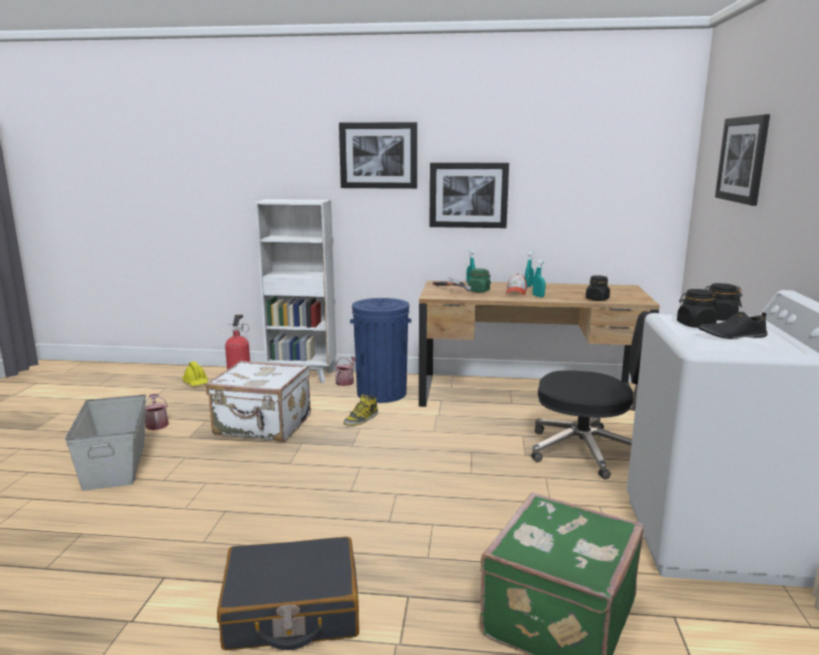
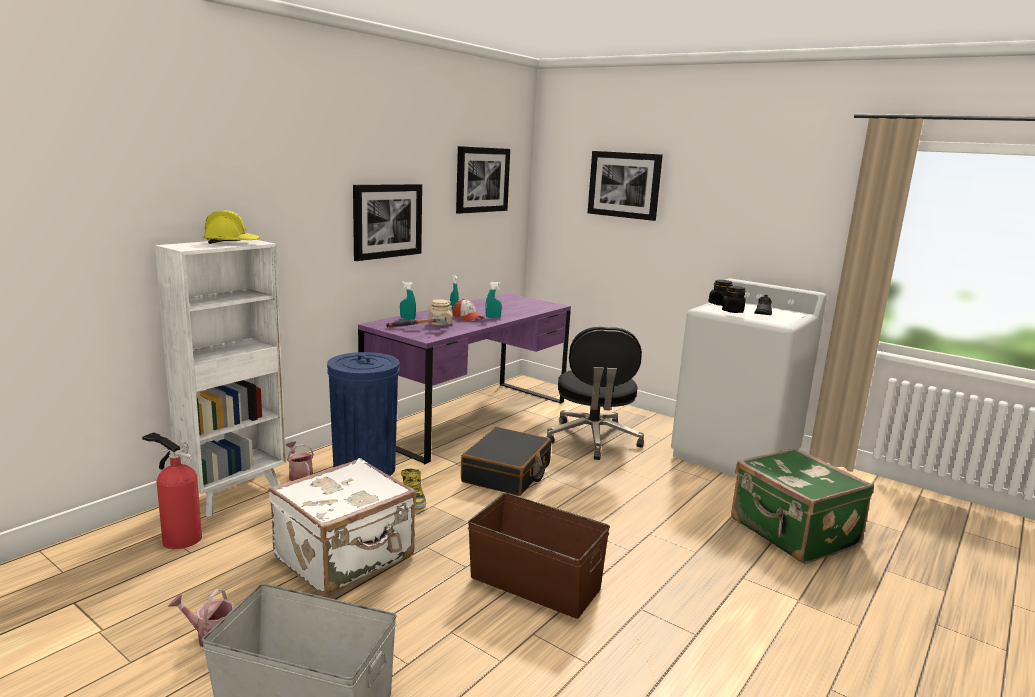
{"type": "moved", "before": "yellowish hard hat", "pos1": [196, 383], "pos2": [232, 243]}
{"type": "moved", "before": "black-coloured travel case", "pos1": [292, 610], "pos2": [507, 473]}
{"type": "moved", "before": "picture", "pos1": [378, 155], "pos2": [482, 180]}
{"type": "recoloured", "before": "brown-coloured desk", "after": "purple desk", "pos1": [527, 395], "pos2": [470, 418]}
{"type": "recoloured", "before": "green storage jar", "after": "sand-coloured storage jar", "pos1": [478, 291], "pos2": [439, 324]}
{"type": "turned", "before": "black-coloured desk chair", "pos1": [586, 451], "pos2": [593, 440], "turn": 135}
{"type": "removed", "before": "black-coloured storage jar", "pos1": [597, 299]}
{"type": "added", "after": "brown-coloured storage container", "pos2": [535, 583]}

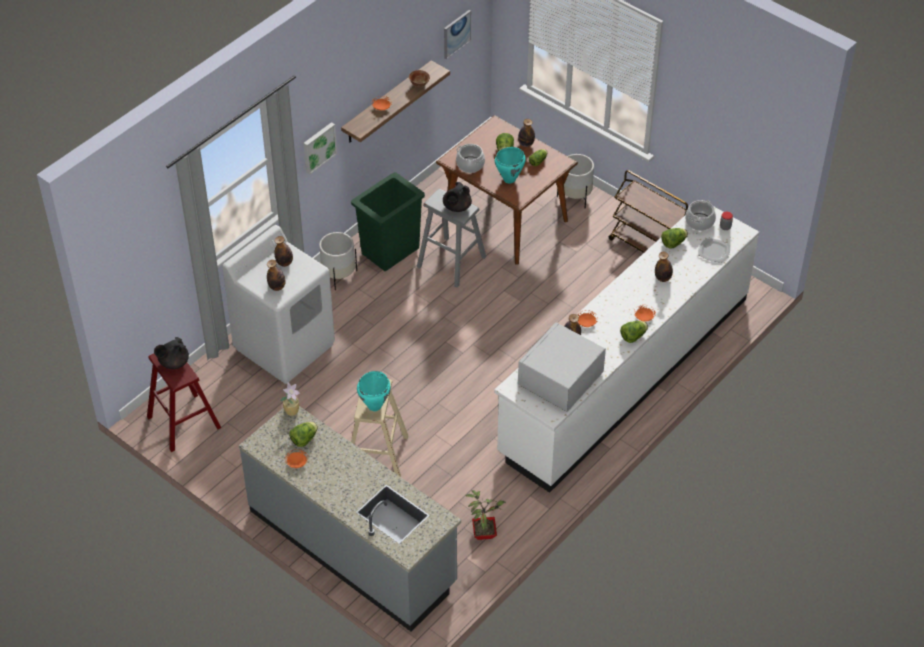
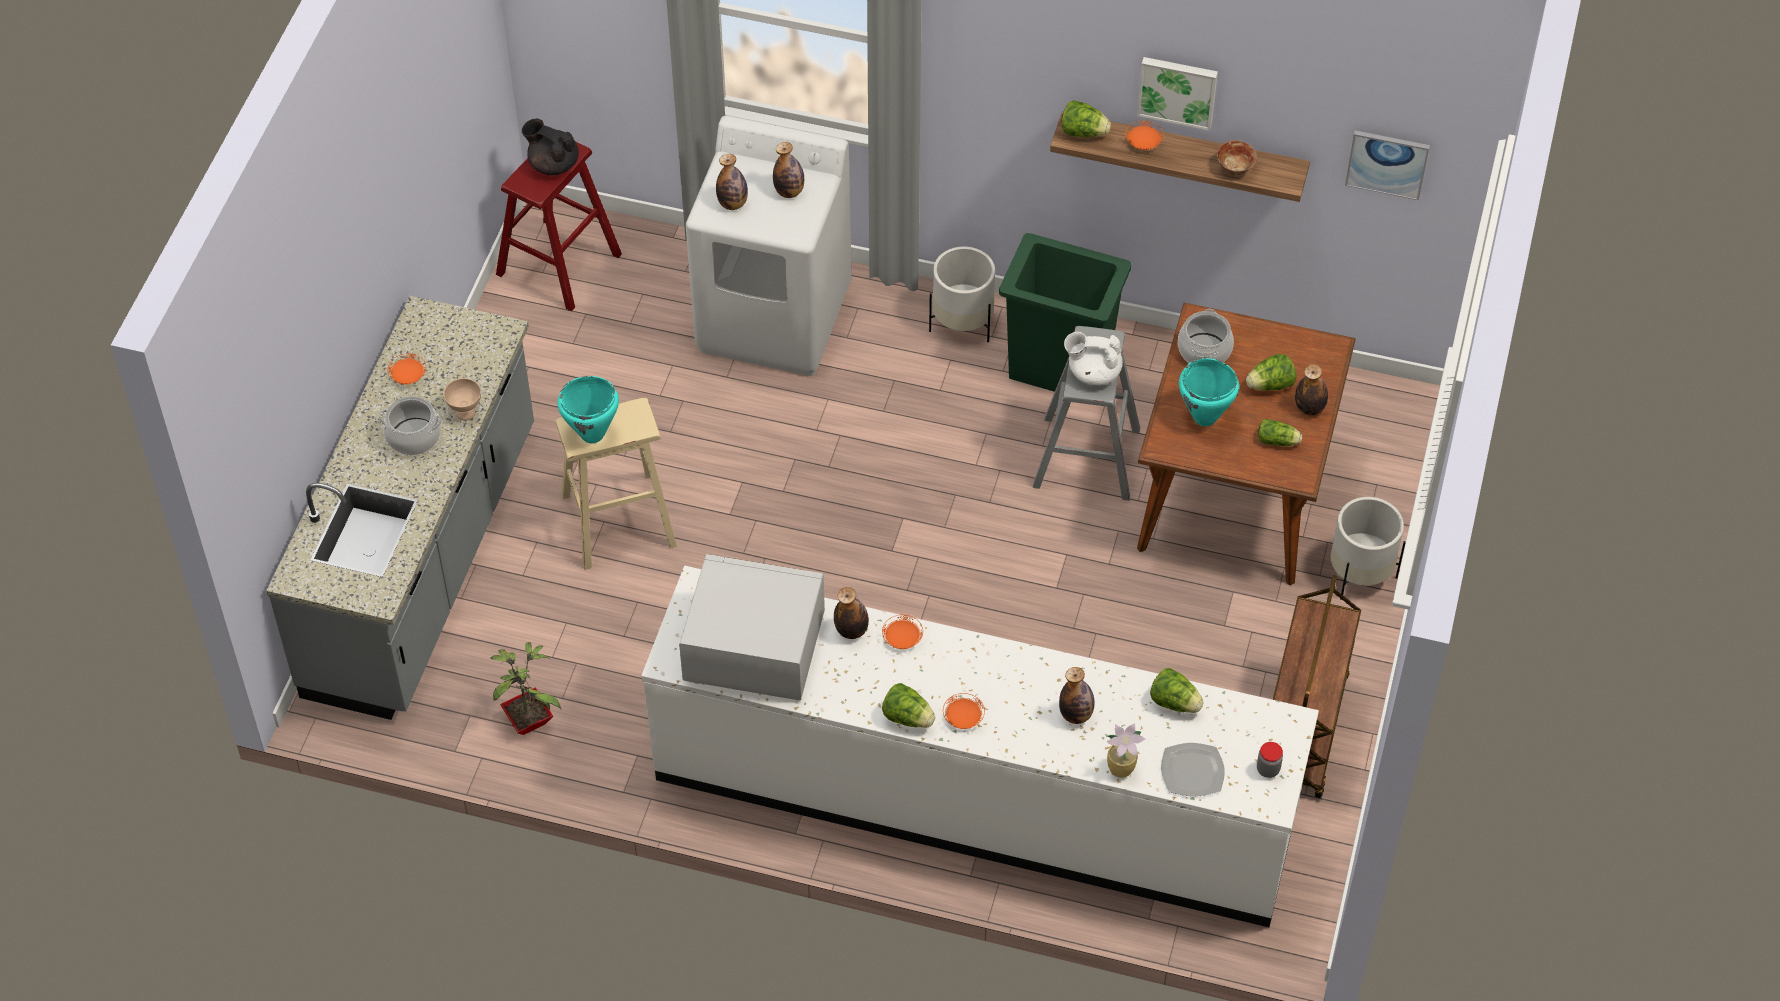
{"type": "moved", "before": "plant in a pot", "pos1": [292, 410], "pos2": [1122, 769]}
{"type": "moved", "before": "head of lettuce", "pos1": [304, 439], "pos2": [1083, 132]}
{"type": "moved", "before": "picture", "pos1": [318, 147], "pos2": [1177, 90]}
{"type": "recoloured", "before": "black-coloured pot for tea", "after": "whitish pot for tea", "pos1": [456, 207], "pos2": [1093, 372]}
{"type": "moved", "before": "saucepot", "pos1": [699, 222], "pos2": [413, 437]}
{"type": "added", "after": "sand-coloured serving bowl", "pos2": [465, 413]}

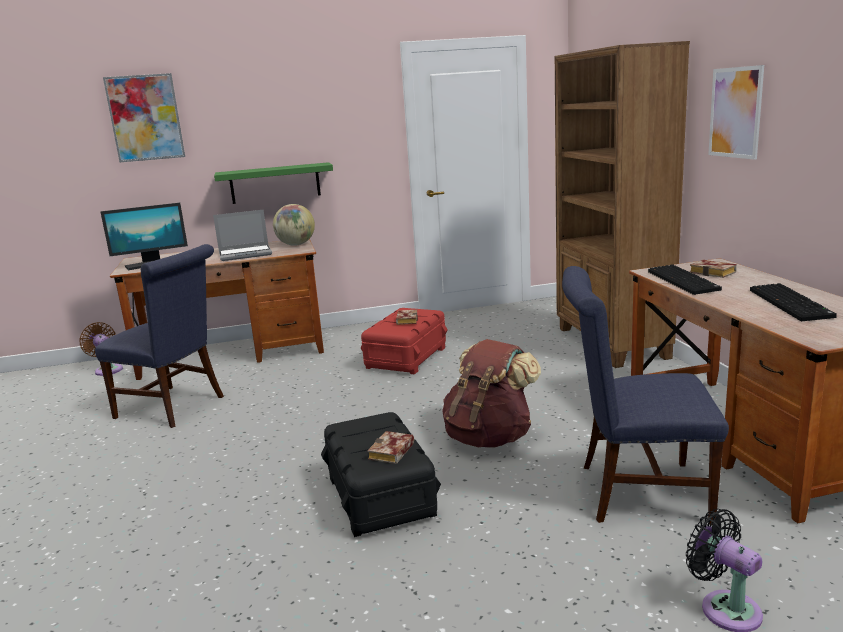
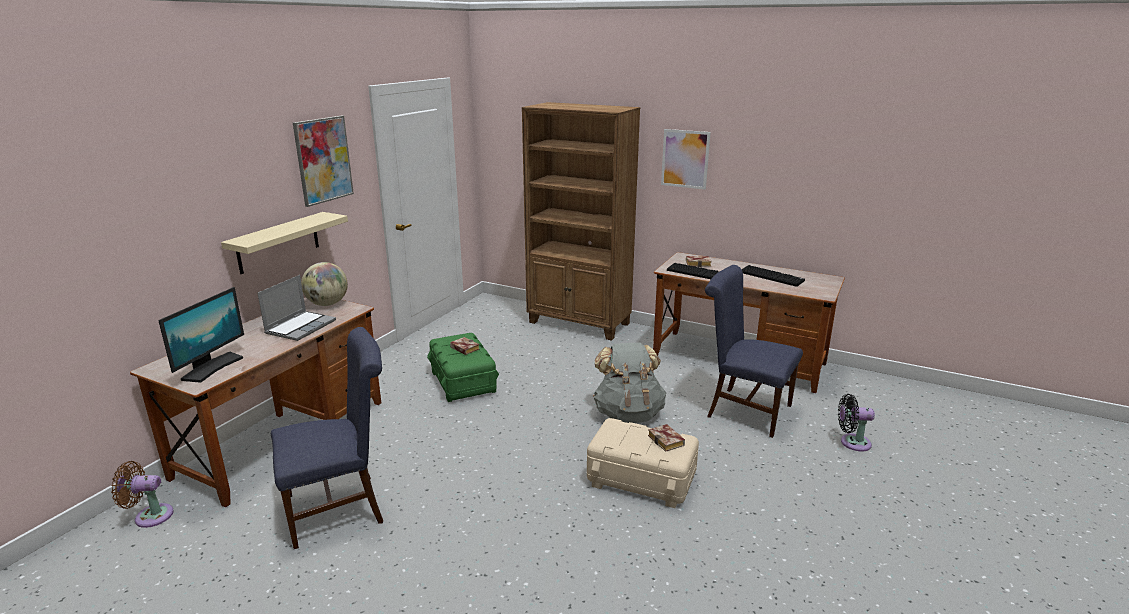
{"type": "moved", "before": "picture", "pos1": [145, 118], "pos2": [323, 160]}
{"type": "recoloured", "before": "green bracket shelf", "after": "sand-coloured bracket shelf", "pos1": [275, 183], "pos2": [278, 242]}
{"type": "recoloured", "before": "black-coloured storage container", "after": "sand-coloured storage container", "pos1": [381, 496], "pos2": [641, 478]}
{"type": "recoloured", "before": "reddish storage container", "after": "green storage container", "pos1": [406, 357], "pos2": [462, 381]}
{"type": "recoloured", "before": "brown-coloured backpack", "after": "grey backpack", "pos1": [489, 437], "pos2": [628, 414]}
{"type": "turned", "before": "bluish upright chair", "pos1": [634, 492], "pos2": [743, 410], "turn": 75}

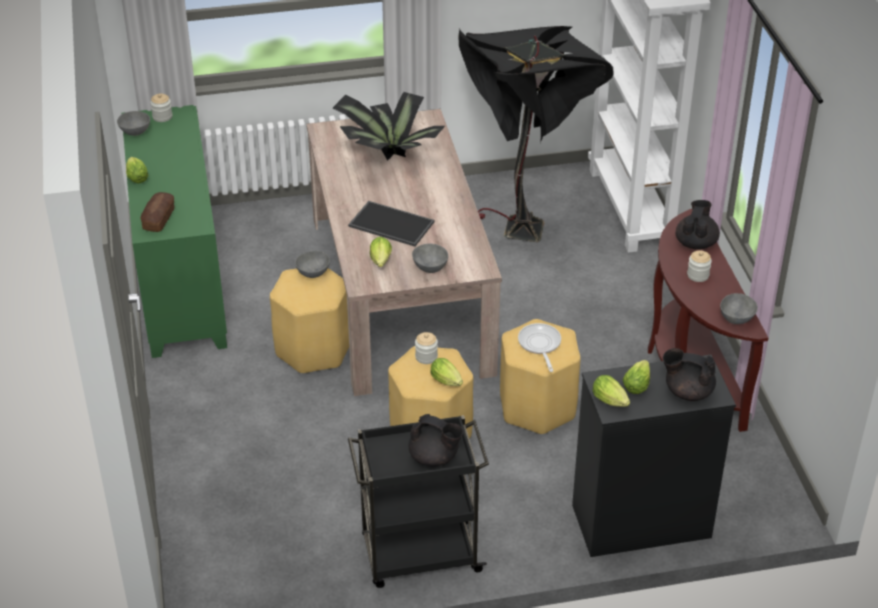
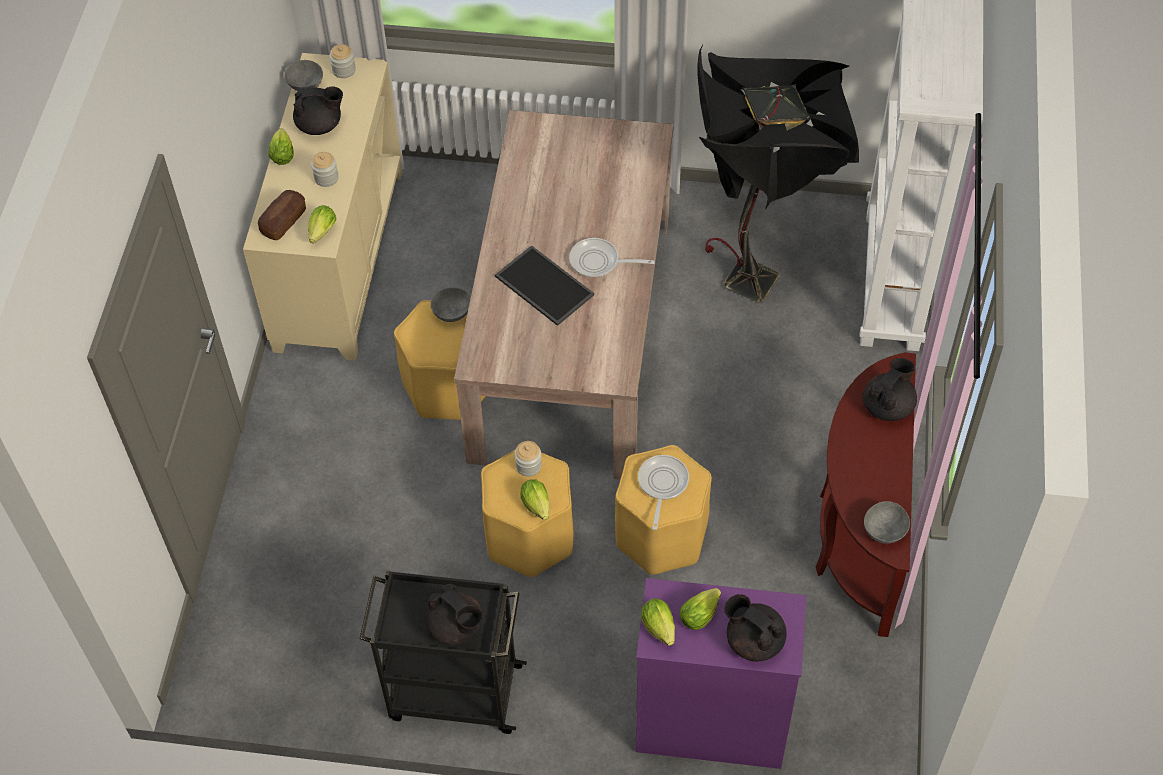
{"type": "recoloured", "before": "green cupboard", "after": "sand-coloured cupboard", "pos1": [180, 283], "pos2": [338, 258]}
{"type": "removed", "before": "plant in a pot", "pos1": [386, 155]}
{"type": "moved", "before": "head of lettuce", "pos1": [380, 262], "pos2": [321, 233]}
{"type": "removed", "before": "grey serving bowl", "pos1": [430, 267]}
{"type": "recoloured", "before": "black-coloured dresser", "after": "purple dresser", "pos1": [640, 522], "pos2": [710, 723]}
{"type": "moved", "before": "storage jar", "pos1": [698, 275], "pos2": [326, 178]}
{"type": "added", "after": "black-coloured pot for tea", "pos2": [320, 125]}
{"type": "added", "after": "skillet", "pos2": [599, 262]}

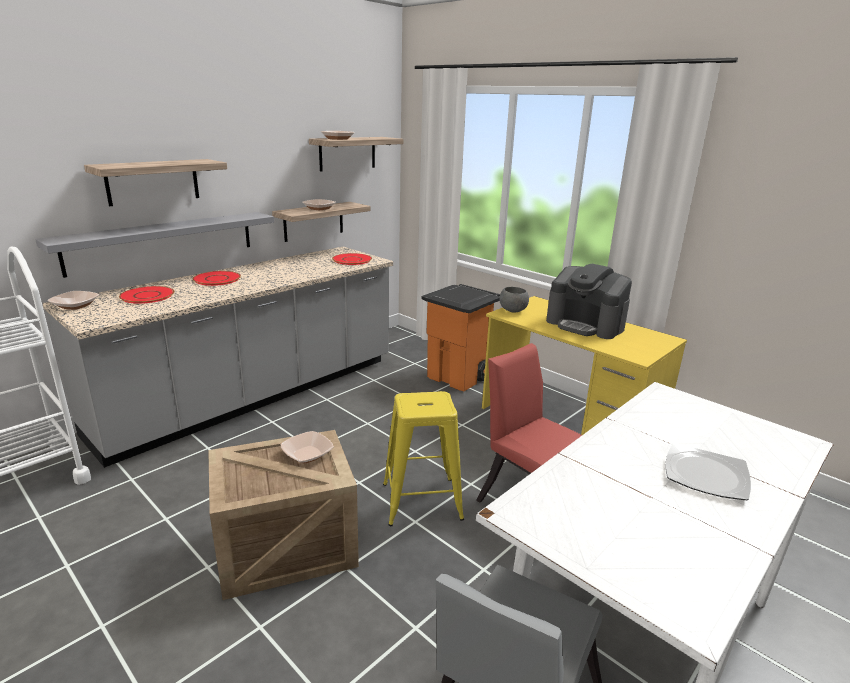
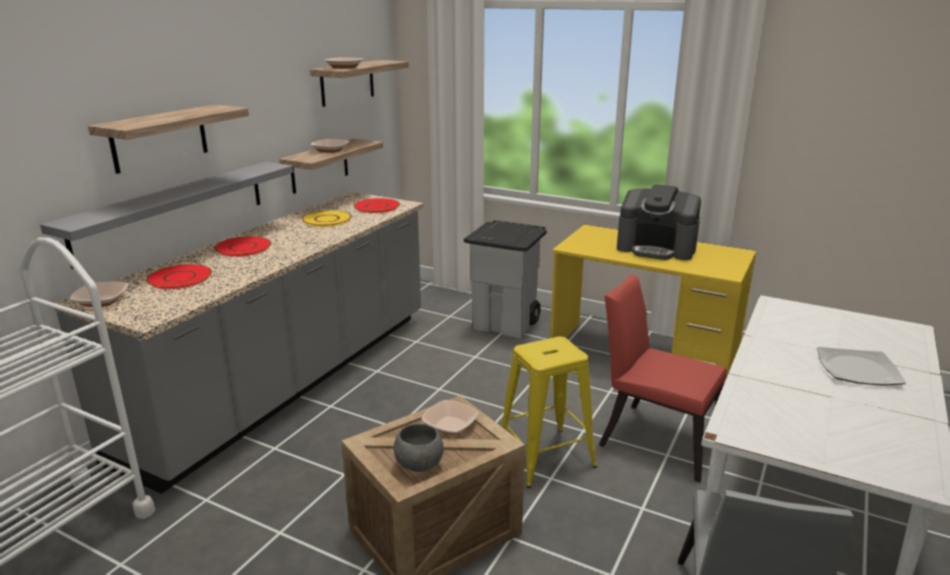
{"type": "recoloured", "before": "orangey trash can", "after": "grey trash can", "pos1": [459, 377], "pos2": [506, 324]}
{"type": "moved", "before": "grey serving bowl", "pos1": [512, 311], "pos2": [418, 466]}
{"type": "added", "after": "yellowish flat dish", "pos2": [327, 219]}

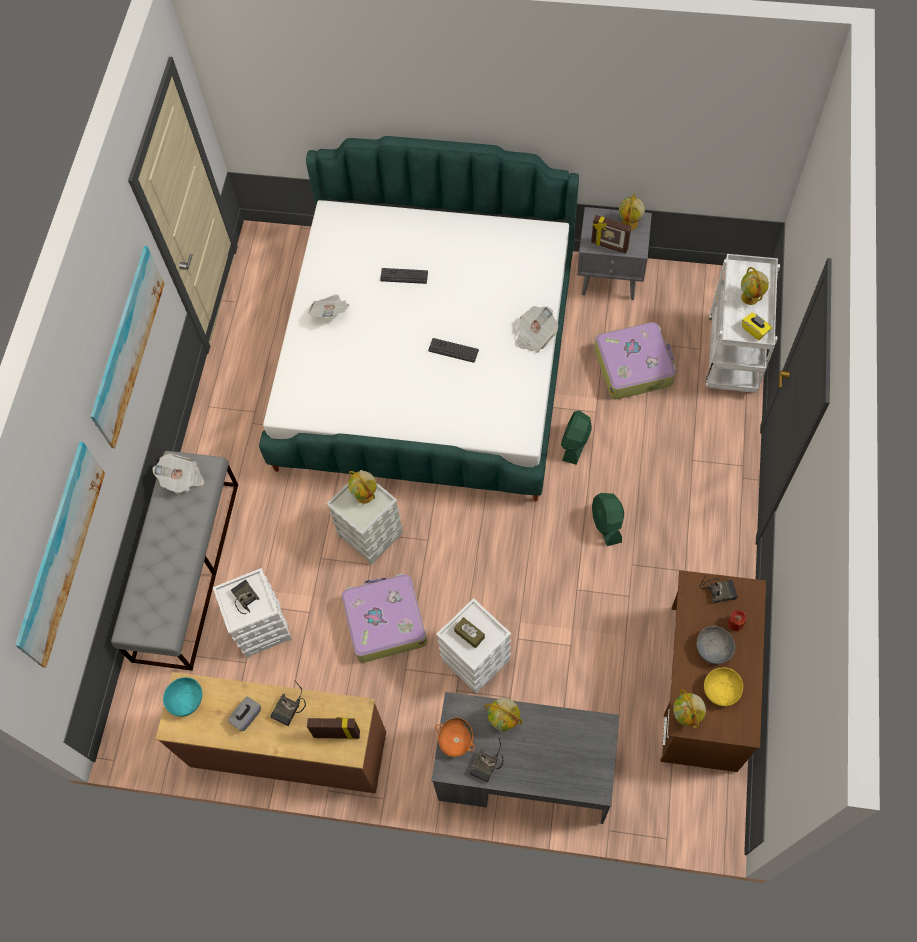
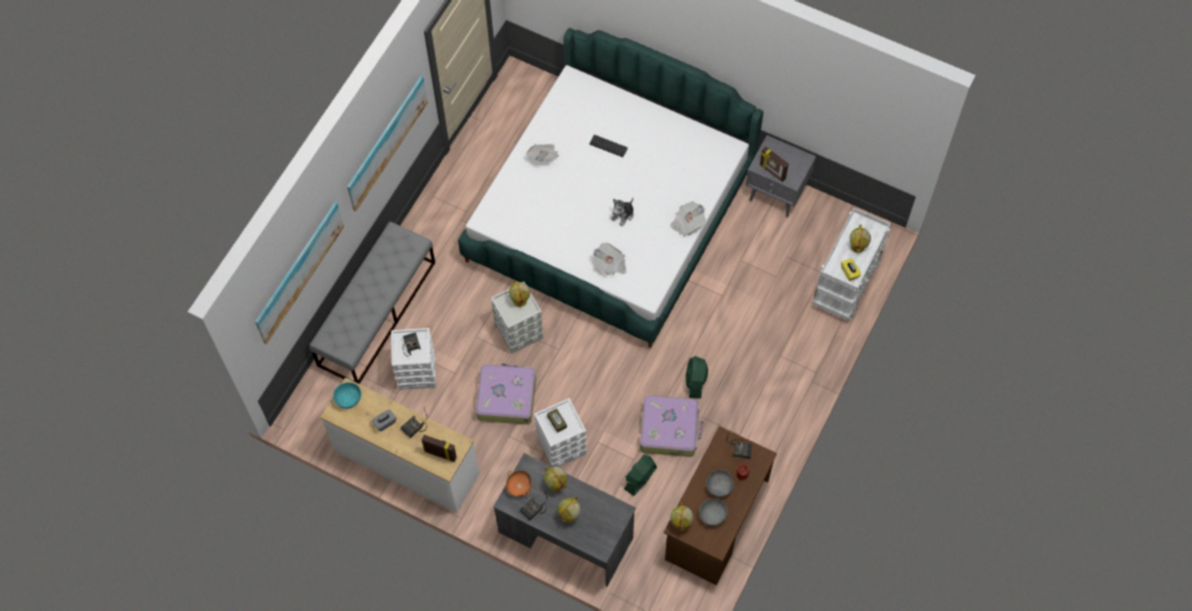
{"type": "moved", "before": "printed paper", "pos1": [182, 479], "pos2": [610, 264]}
{"type": "recoloured", "before": "brown-coloured dresser", "after": "whitish dresser", "pos1": [288, 750], "pos2": [406, 463]}
{"type": "replaced", "before": "keyboard", "after": "cuddly toy", "pos1": [453, 350], "pos2": [623, 215]}
{"type": "moved", "before": "green electric fan", "pos1": [575, 443], "pos2": [640, 478]}
{"type": "moved", "before": "travel case", "pos1": [634, 366], "pos2": [670, 429]}
{"type": "moved", "before": "world globe", "pos1": [629, 224], "pos2": [569, 516]}
{"type": "recoloured", "before": "yellowish serving bowl", "after": "grey serving bowl", "pos1": [720, 690], "pos2": [712, 515]}

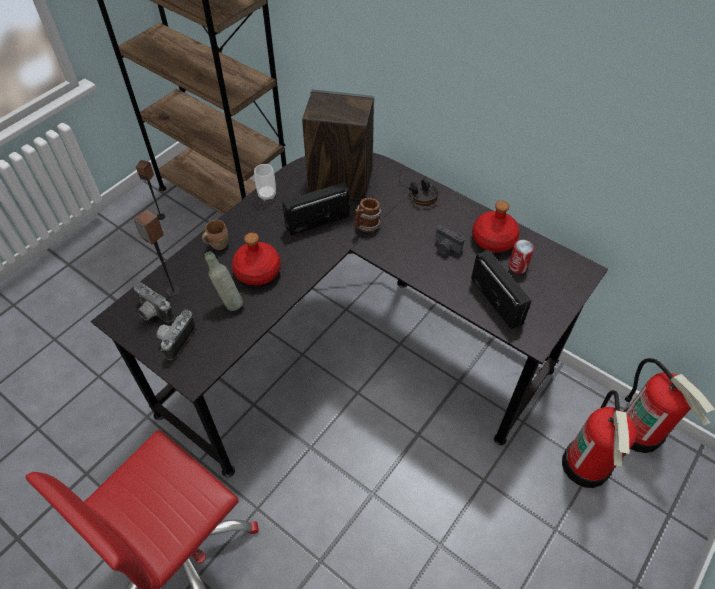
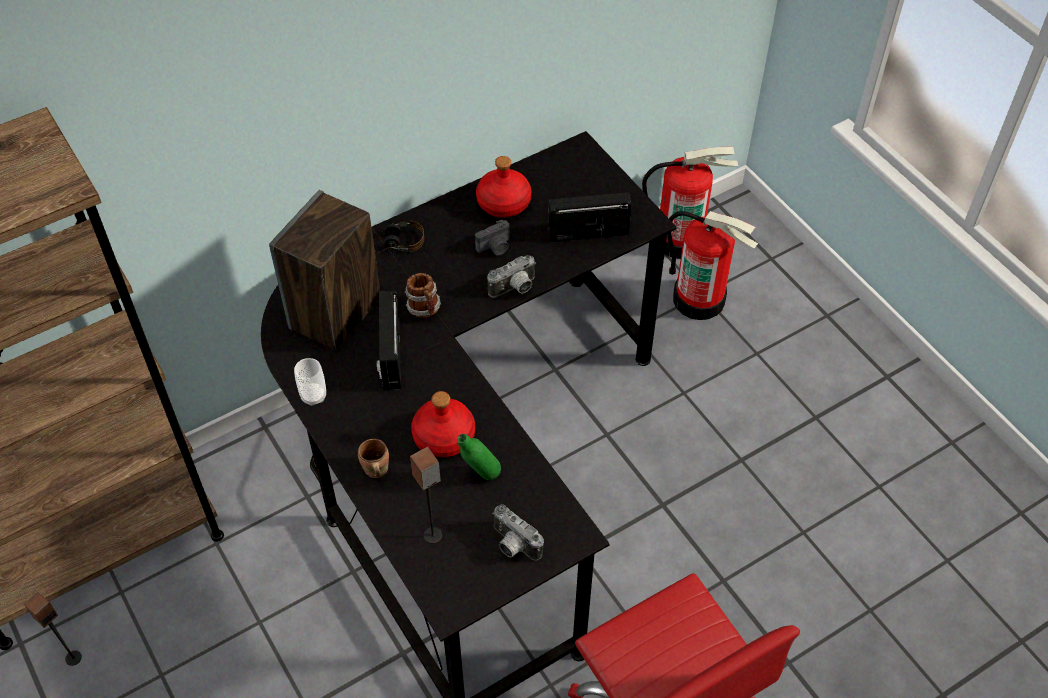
{"type": "moved", "before": "still camera", "pos1": [152, 313], "pos2": [515, 289]}
{"type": "recoloured", "before": "grey bottle", "after": "green bottle", "pos1": [229, 302], "pos2": [480, 477]}
{"type": "removed", "before": "can", "pos1": [517, 266]}

